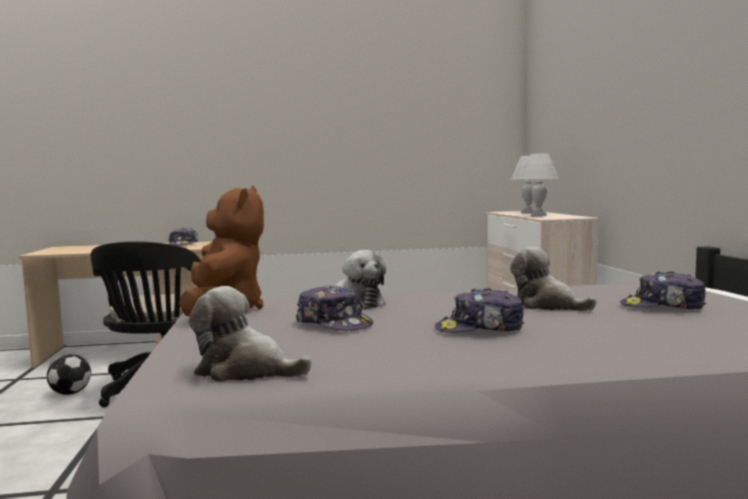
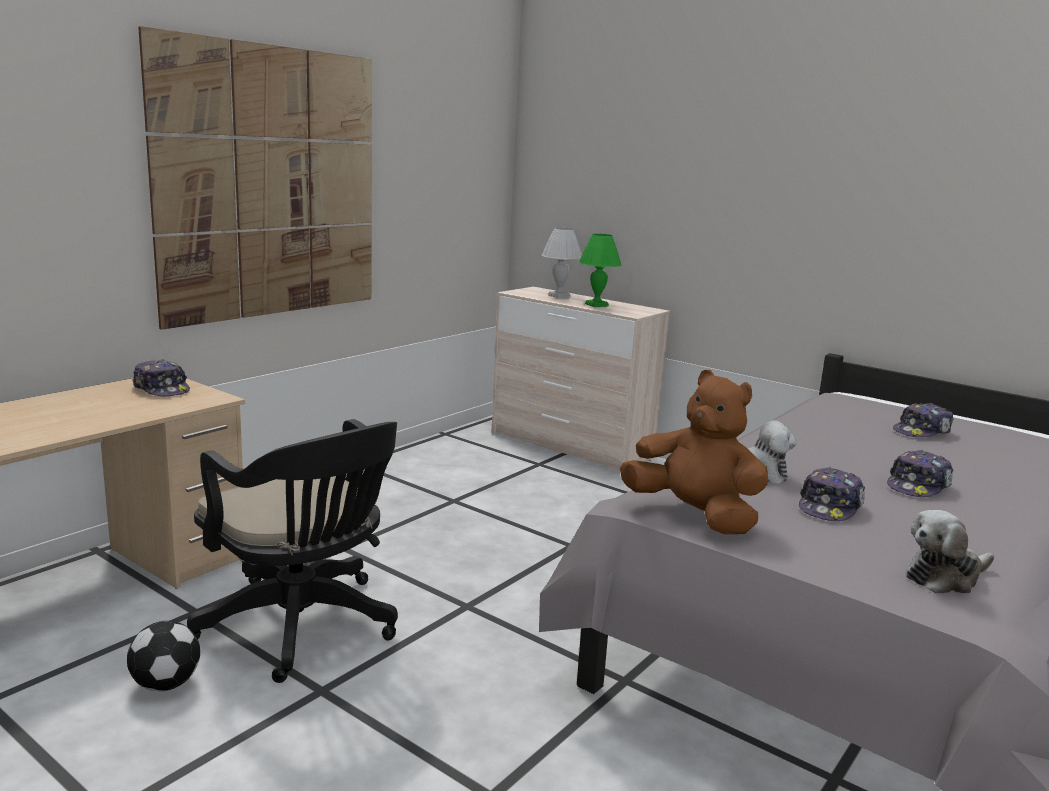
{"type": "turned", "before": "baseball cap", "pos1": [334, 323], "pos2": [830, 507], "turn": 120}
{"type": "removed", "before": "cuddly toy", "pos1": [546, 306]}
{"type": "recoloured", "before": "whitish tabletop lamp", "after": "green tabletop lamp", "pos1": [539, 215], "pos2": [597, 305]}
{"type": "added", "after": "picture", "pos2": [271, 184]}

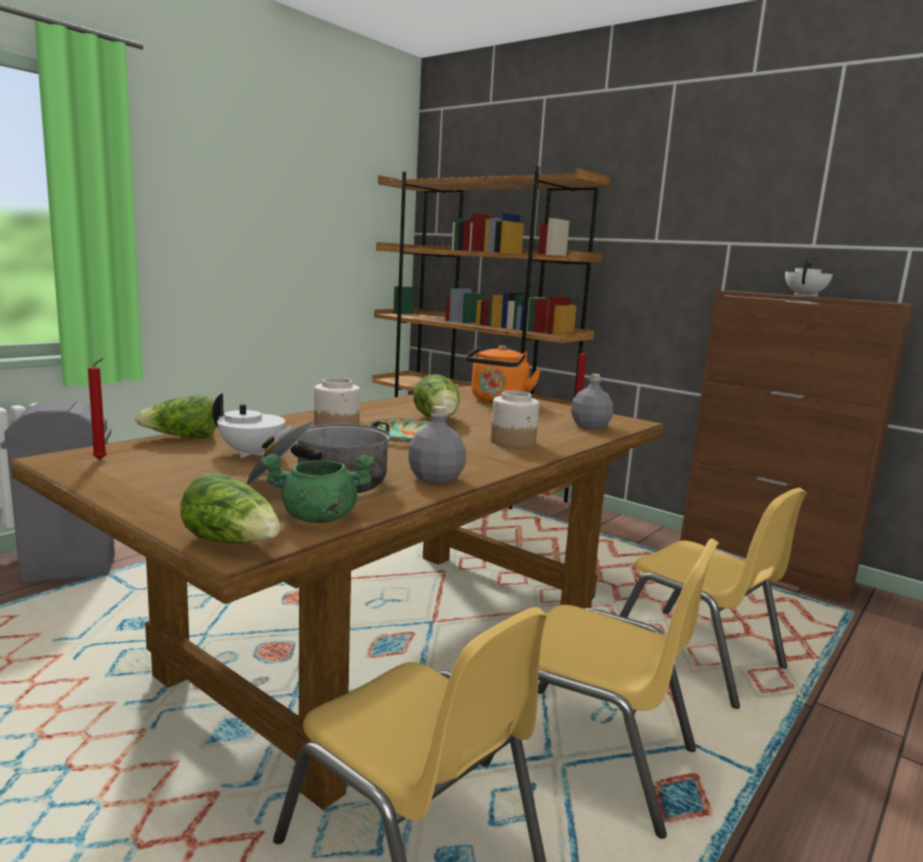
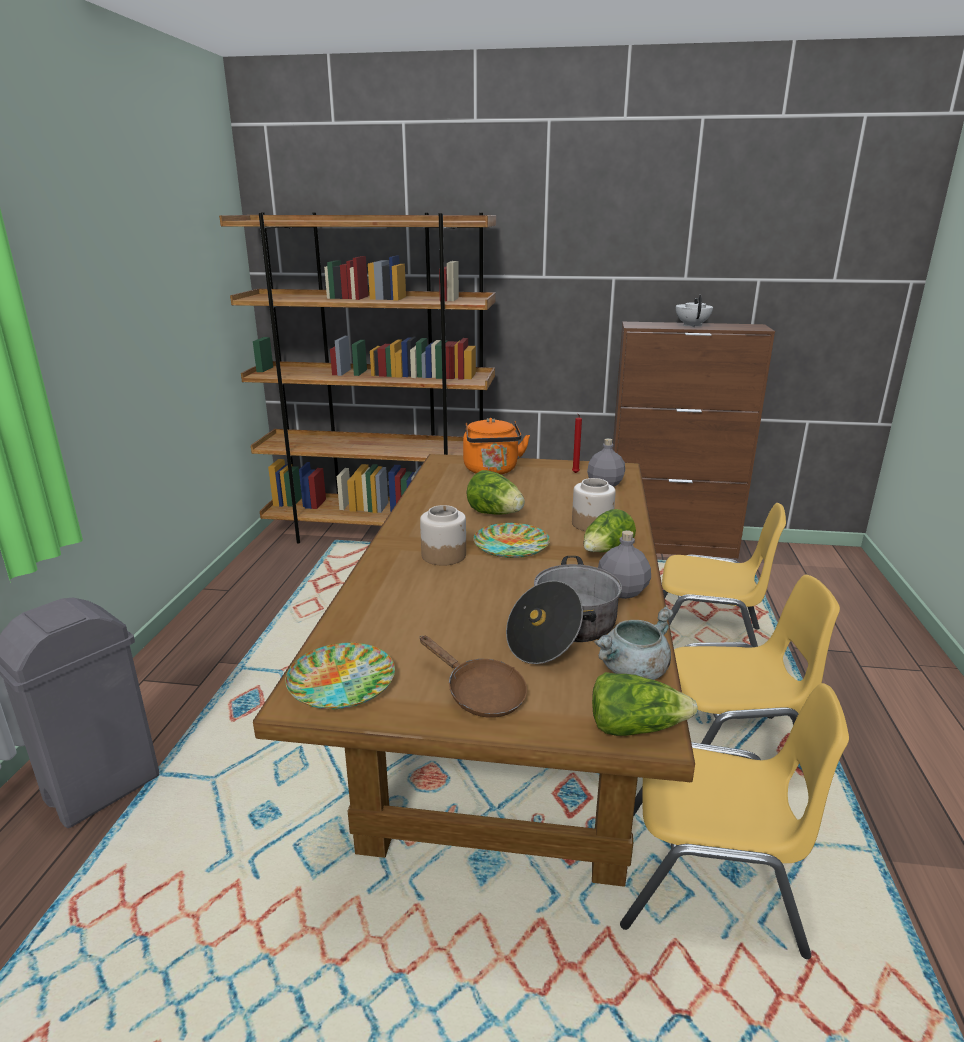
{"type": "replaced", "before": "reddish wax light", "after": "flat dish", "pos1": [102, 460], "pos2": [342, 682]}
{"type": "moved", "before": "head of lettuce", "pos1": [182, 438], "pos2": [606, 551]}
{"type": "removed", "before": "whitish pot for tea", "pos1": [252, 454]}
{"type": "recoloured", "before": "green saucepot", "after": "grey saucepot", "pos1": [317, 517], "pos2": [633, 672]}
{"type": "added", "after": "brown-coloured skillet", "pos2": [480, 694]}

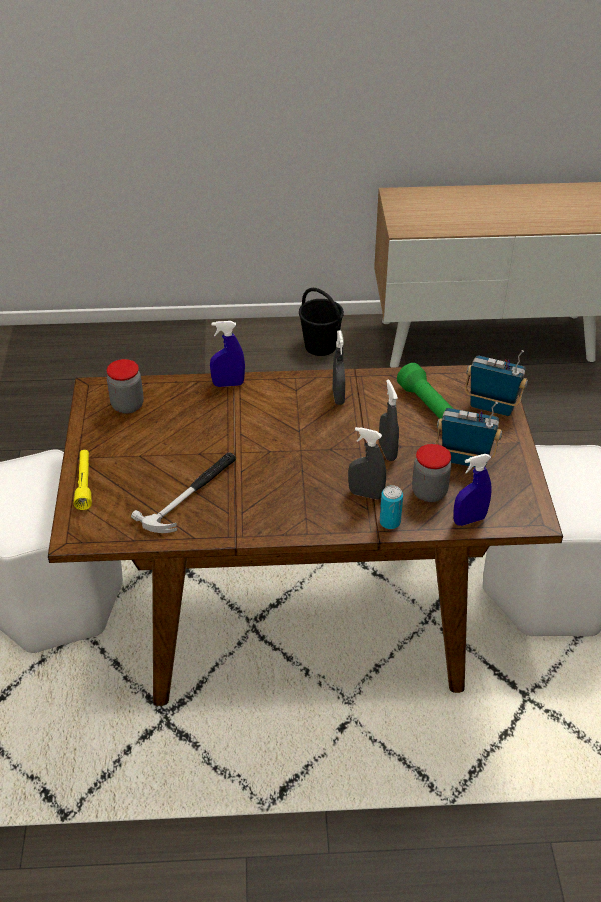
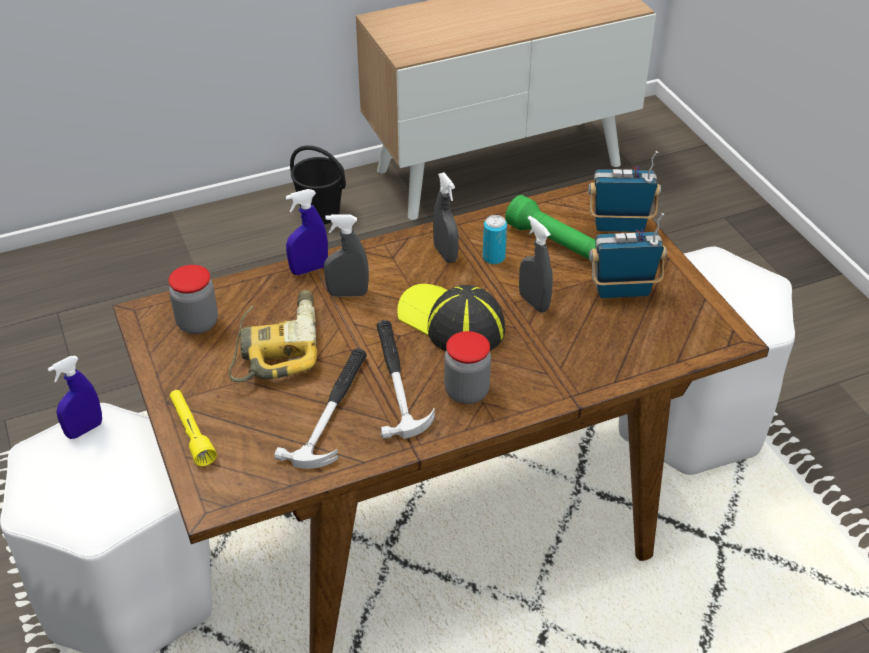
{"type": "moved", "before": "grey sprayer", "pos1": [366, 494], "pos2": [347, 293]}
{"type": "moved", "before": "can", "pos1": [390, 522], "pos2": [493, 258]}
{"type": "moved", "before": "storage jar", "pos1": [429, 492], "pos2": [466, 392]}
{"type": "moved", "before": "bluish sprayer", "pos1": [469, 520], "pos2": [84, 430]}
{"type": "added", "after": "electric drill", "pos2": [276, 345]}
{"type": "added", "after": "tool hammer", "pos2": [397, 380]}
{"type": "added", "after": "baseball cap", "pos2": [451, 322]}

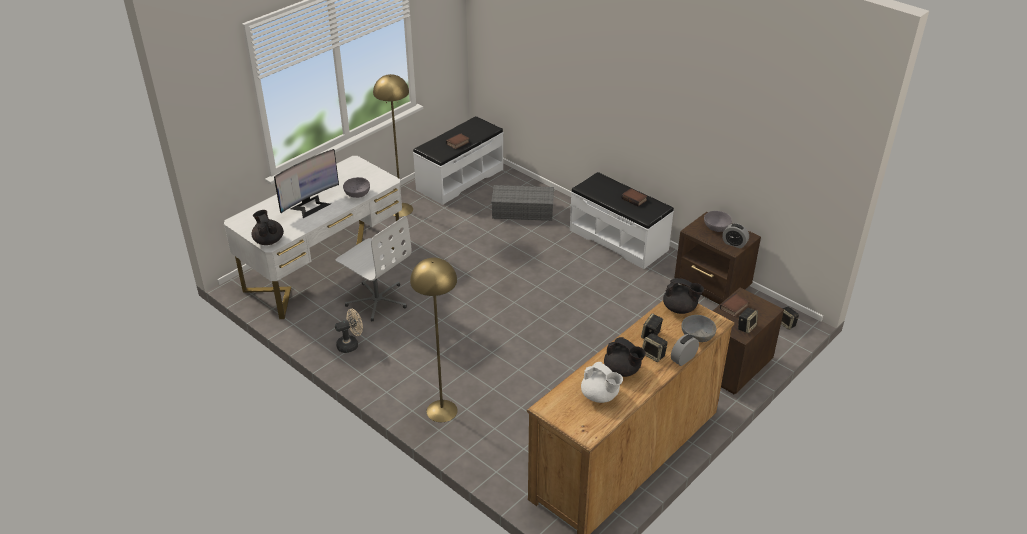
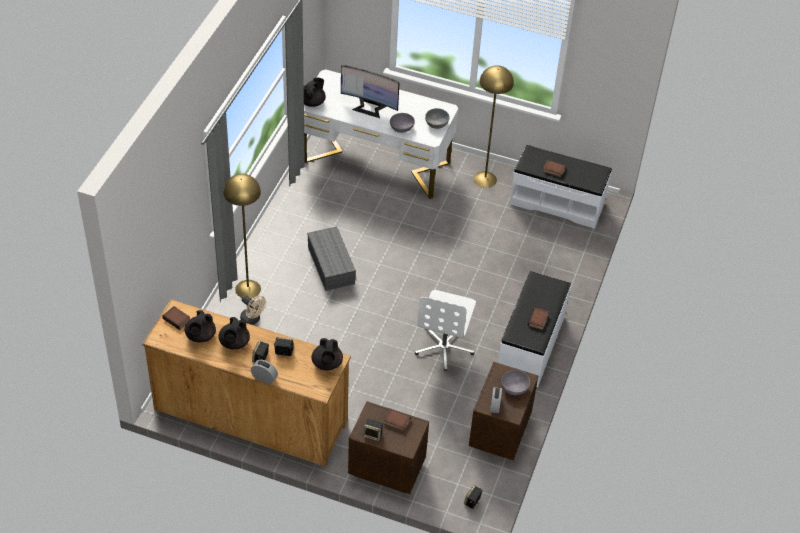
{"type": "moved", "before": "sand-coloured electric fan", "pos1": [351, 344], "pos2": [252, 319]}
{"type": "moved", "before": "whitish desk chair", "pos1": [377, 300], "pos2": [444, 347]}
{"type": "moved", "before": "grey storage container", "pos1": [523, 210], "pos2": [332, 266]}
{"type": "recoloured", "before": "whitish pot for tea", "after": "black-coloured pot for tea", "pos1": [600, 396], "pos2": [200, 336]}
{"type": "moved", "before": "grey serving bowl", "pos1": [697, 335], "pos2": [437, 123]}
{"type": "added", "after": "bound book", "pos2": [177, 319]}

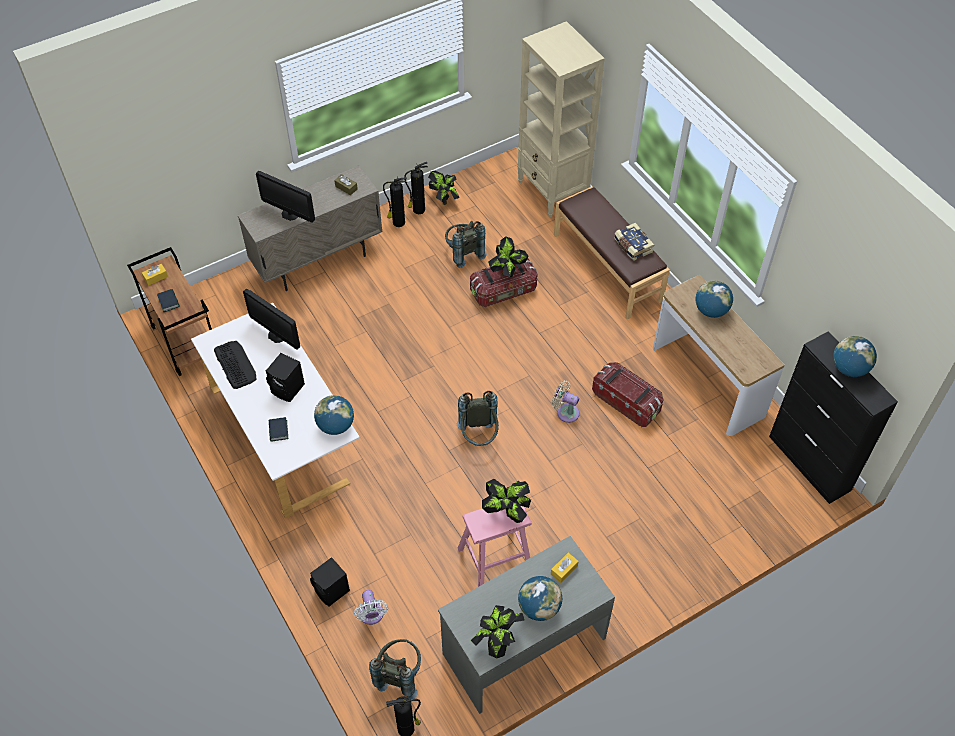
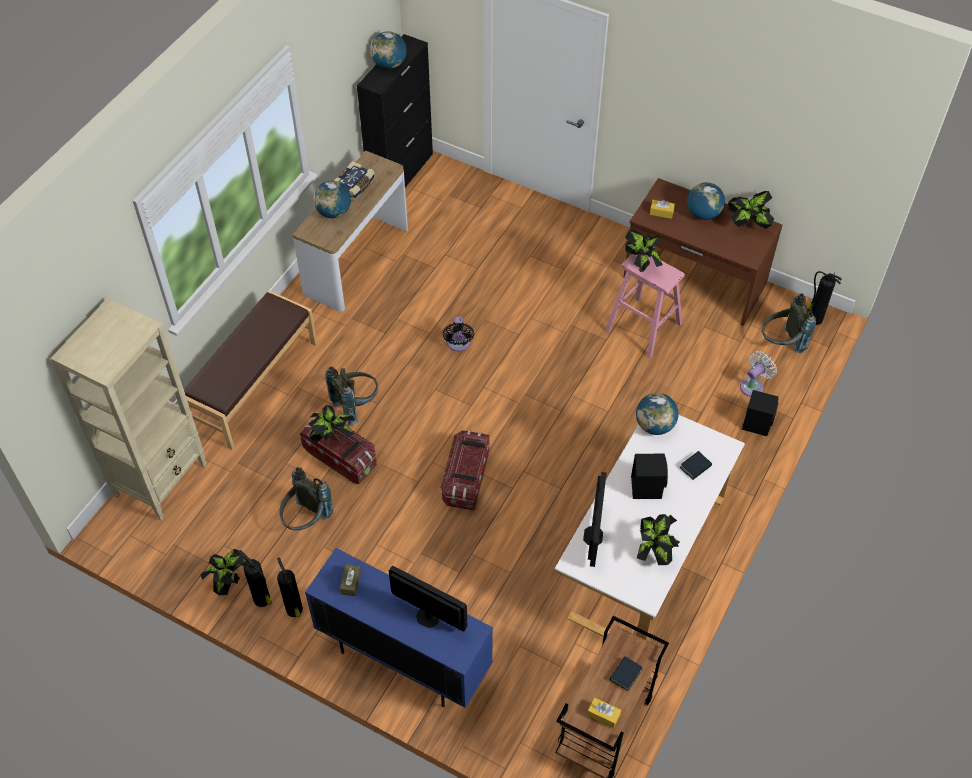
{"type": "replaced", "before": "keyboard", "after": "plant in a pot", "pos1": [235, 364], "pos2": [654, 551]}
{"type": "recoloured", "before": "sand-coloured cupboard", "after": "bluish cupboard", "pos1": [318, 261], "pos2": [404, 660]}
{"type": "turned", "before": "computer display", "pos1": [290, 214], "pos2": [428, 617], "turn": -60}
{"type": "recoloured", "before": "grey desk", "after": "brown-coloured desk", "pos1": [523, 644], "pos2": [694, 281]}
{"type": "moved", "before": "grey backpack", "pos1": [479, 437], "pos2": [356, 405]}
{"type": "recoloured", "before": "sand-coloured electric fan", "after": "black-coloured electric fan", "pos1": [565, 412], "pos2": [458, 344]}
{"type": "moved", "before": "storage container", "pos1": [626, 402], "pos2": [466, 479]}
{"type": "moved", "before": "bound book", "pos1": [632, 246], "pos2": [354, 187]}

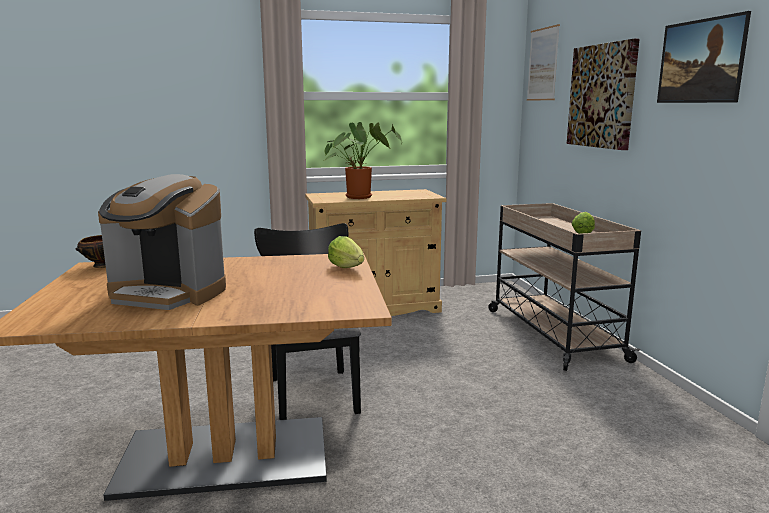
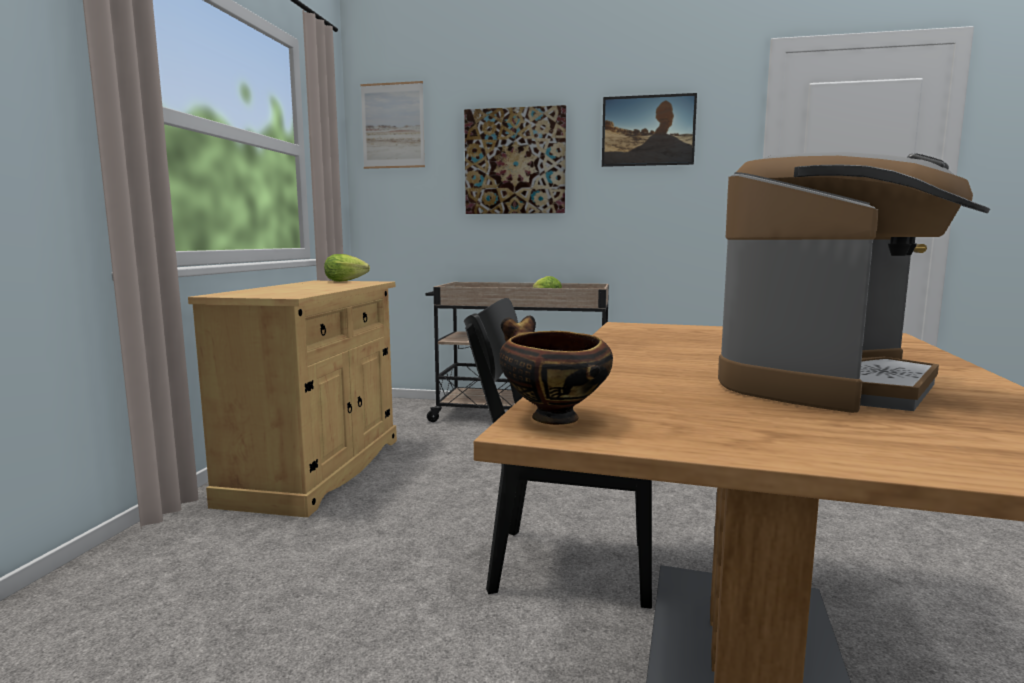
{"type": "removed", "before": "plant in a pot", "pos1": [360, 197]}
{"type": "moved", "before": "head of lettuce", "pos1": [348, 268], "pos2": [348, 281]}

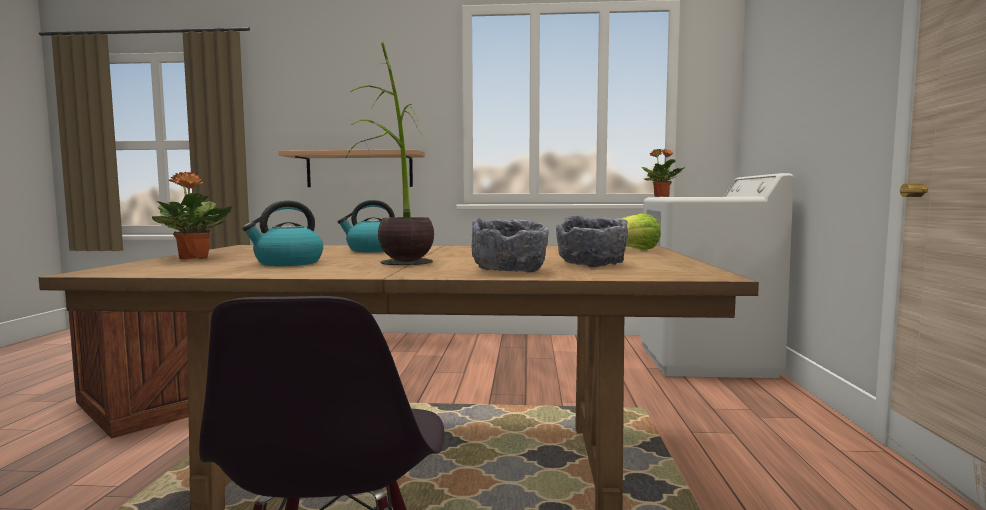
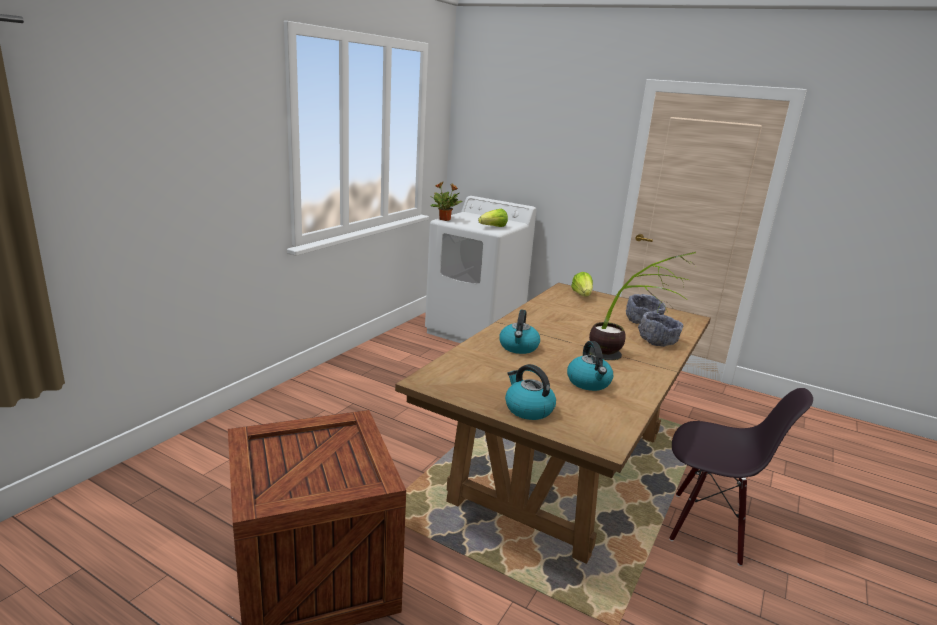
{"type": "replaced", "before": "plant in a pot", "after": "tea kettle", "pos1": [193, 258], "pos2": [528, 409]}
{"type": "removed", "before": "bracket shelf", "pos1": [359, 170]}
{"type": "added", "after": "head of lettuce", "pos2": [493, 227]}

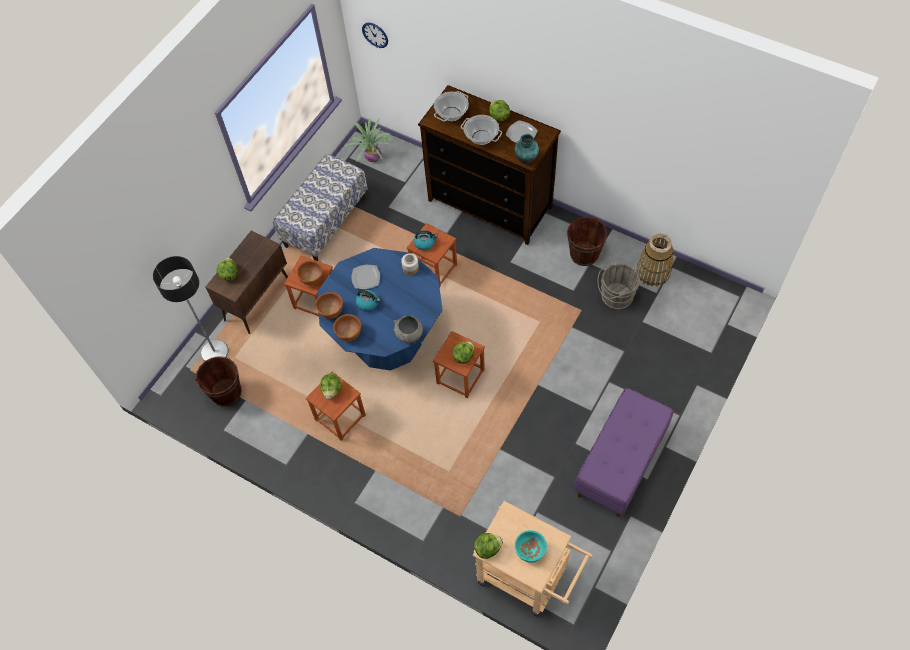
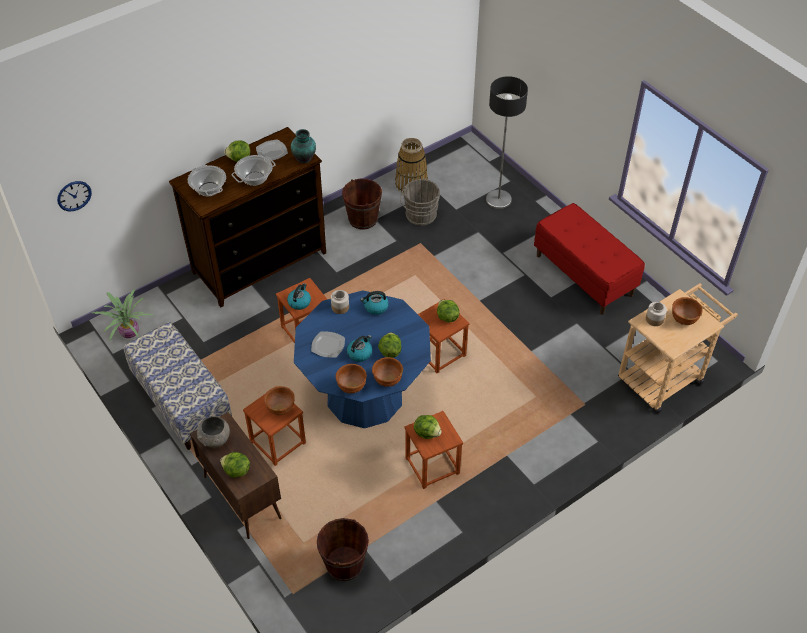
{"type": "moved", "before": "standing lamp", "pos1": [214, 352], "pos2": [498, 200]}
{"type": "moved", "before": "grey serving bowl", "pos1": [409, 335], "pos2": [215, 440]}
{"type": "moved", "before": "head of lettuce", "pos1": [487, 548], "pos2": [390, 351]}
{"type": "recoloured", "before": "turquoise-coloured serving bowl", "after": "brown-coloured serving bowl", "pos1": [530, 551], "pos2": [684, 319]}
{"type": "recoloured", "before": "purple bench", "after": "reddish bench", "pos1": [620, 463], "pos2": [584, 275]}
{"type": "added", "after": "tea kettle", "pos2": [375, 307]}
{"type": "added", "after": "storage jar", "pos2": [654, 319]}

